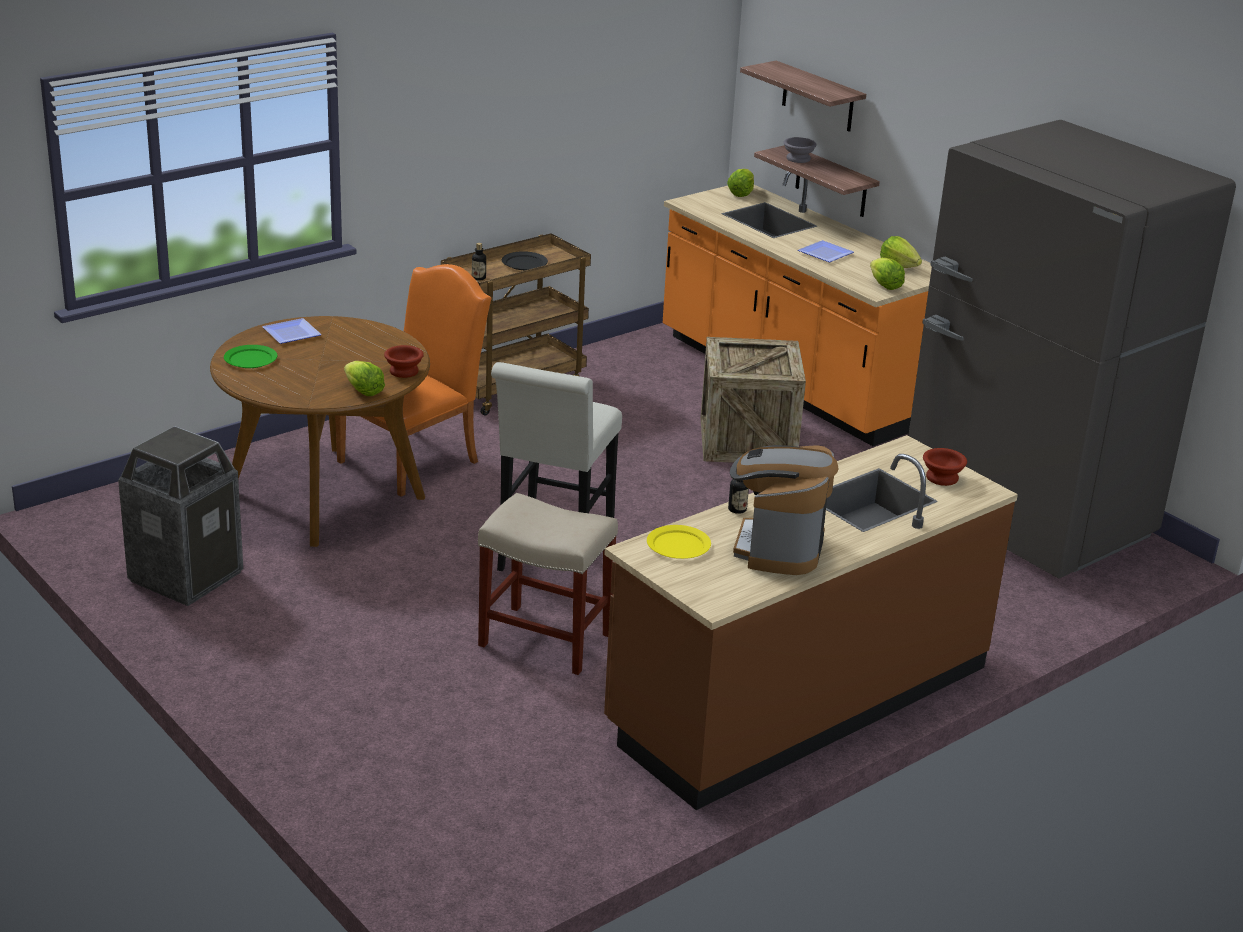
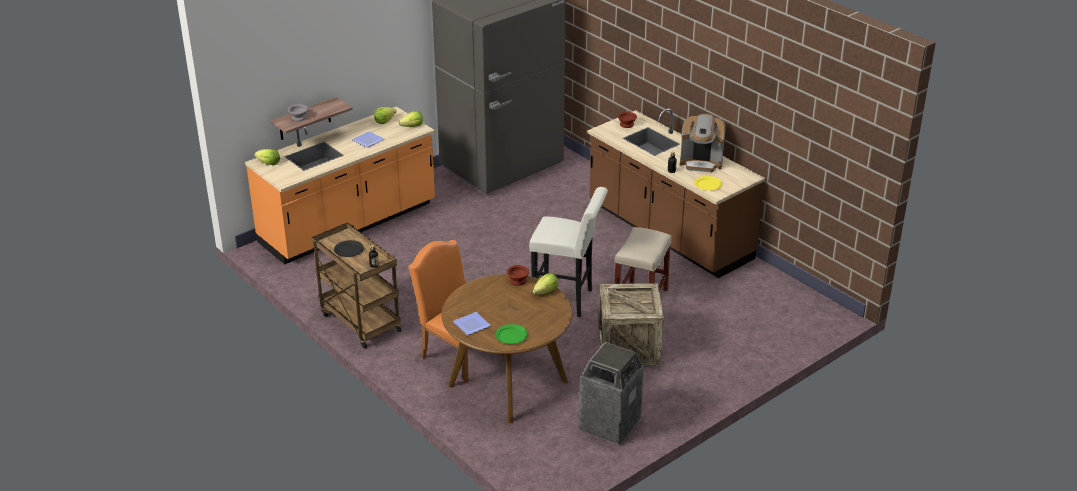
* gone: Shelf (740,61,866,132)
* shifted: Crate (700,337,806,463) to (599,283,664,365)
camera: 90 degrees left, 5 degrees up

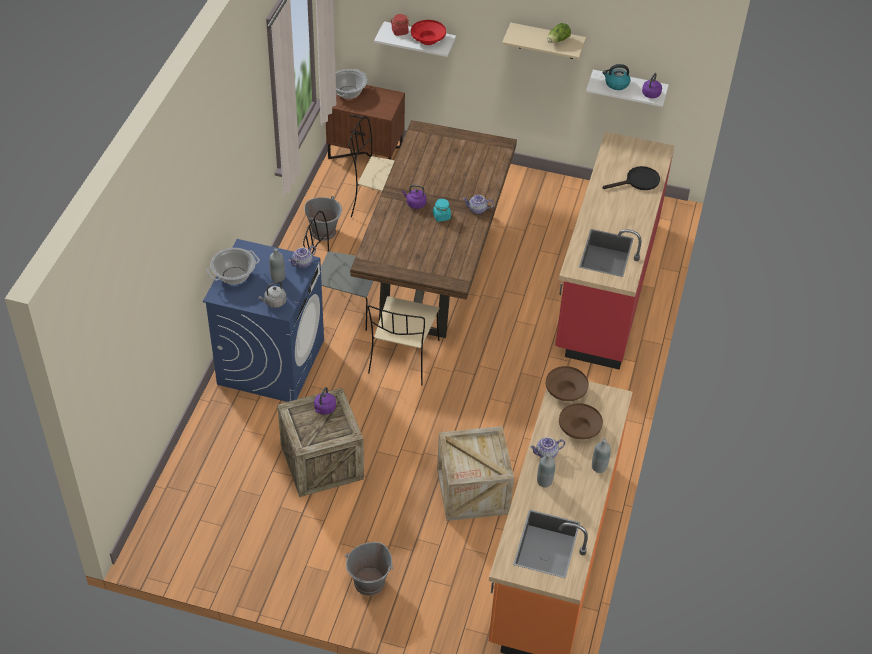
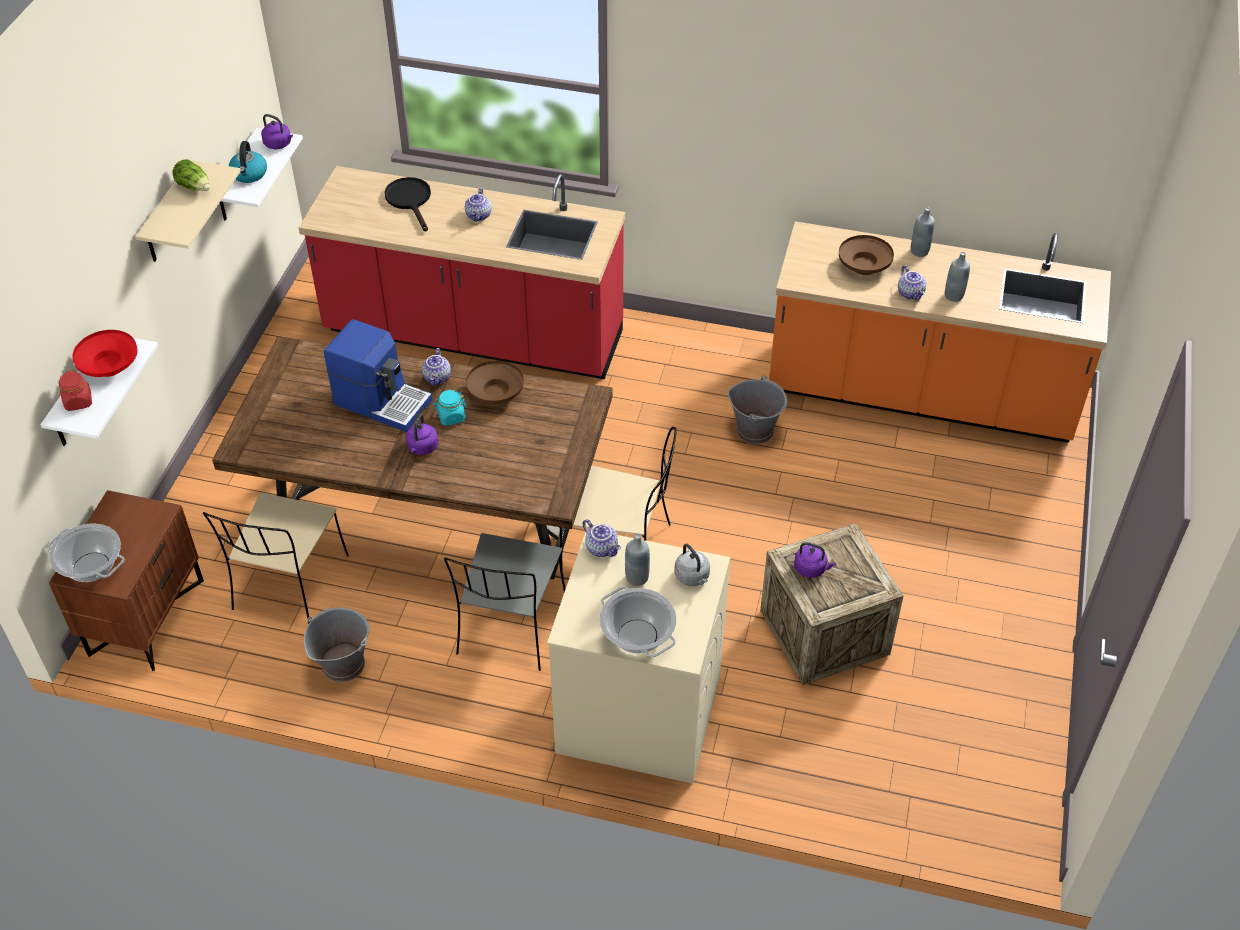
* gone: Crate (437,426,514,521)
* new: CoffeeMachine (324,319,432,432)
* new: Teapot (465,188,491,222)
* shifted: GreyBucket (345,542,393,596) to (728,375,787,444)
* shifted: BrownBowl (546,366,589,401) to (466,361,524,404)
* repainted: BlueWashingMachine (203,239,324,402) to BeigeWashingMachine (547,529,730,784)
camera: 90 degrees left, 0 degrees up

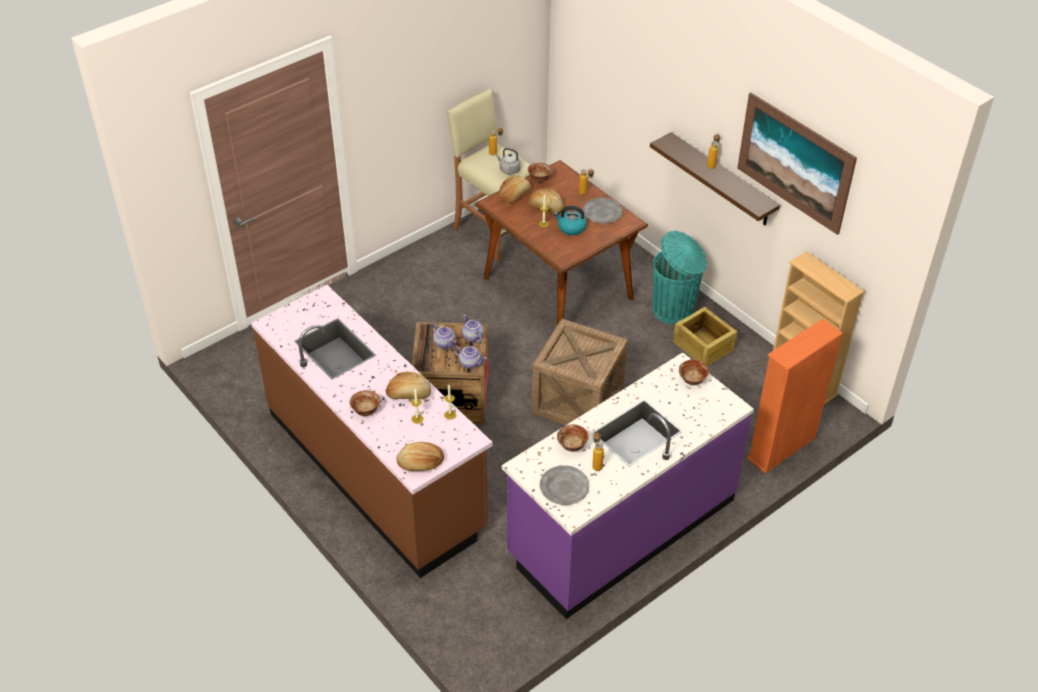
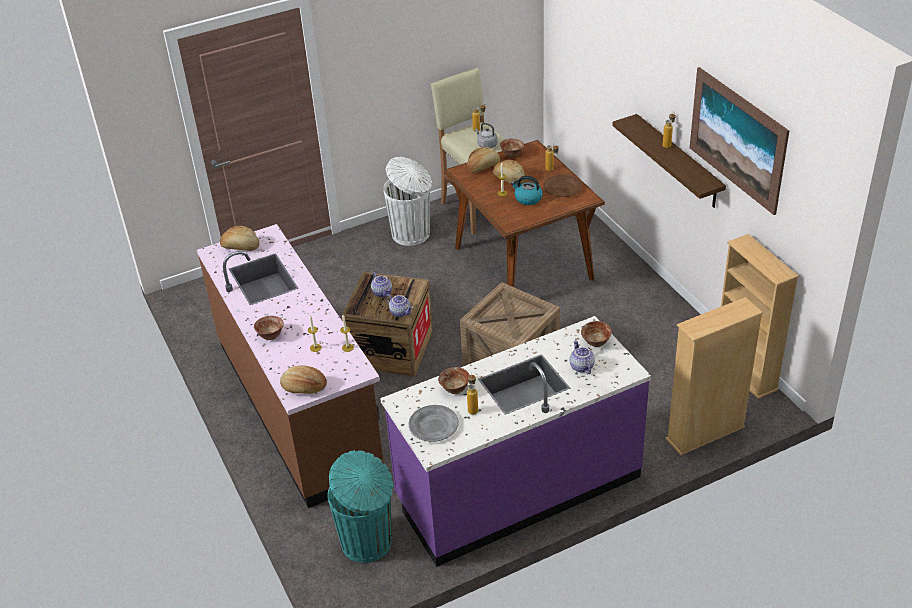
* gone: Crate (672,307,737,366)
* new: WhiteTrashCan (383,157,432,246)
* shifted: Bread (386,372,431,399) to (220,226,259,251)
* shifted: Teapot (462,315,484,343) to (570,340,595,374)
* shifted: TurquoiseTrashCan (653,231,707,325) to (327,450,393,563)
* repainted: GreyPlate (583,198,622,223) to BrownPlate (543,174,582,197)
* repainted: OrangeBookcase (747,319,843,473) to BeigeBookcase (666,297,763,455)
camera: 15 degrees right, 5 degrees down

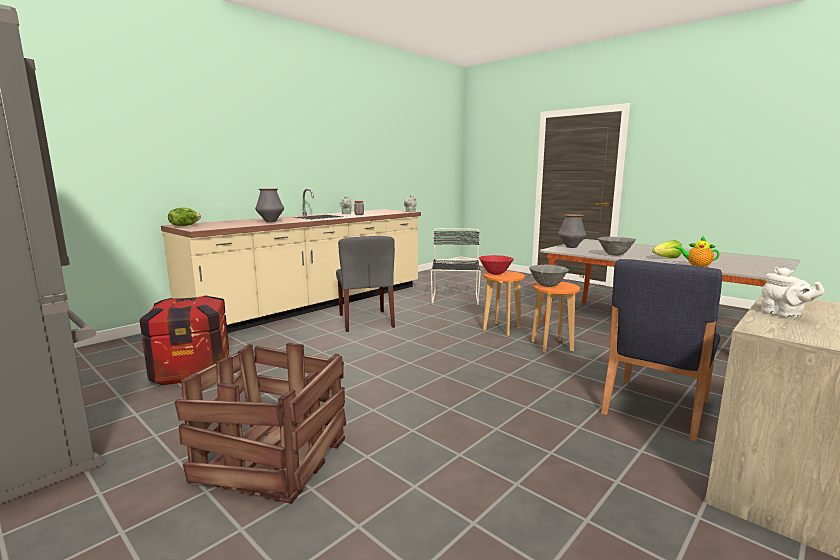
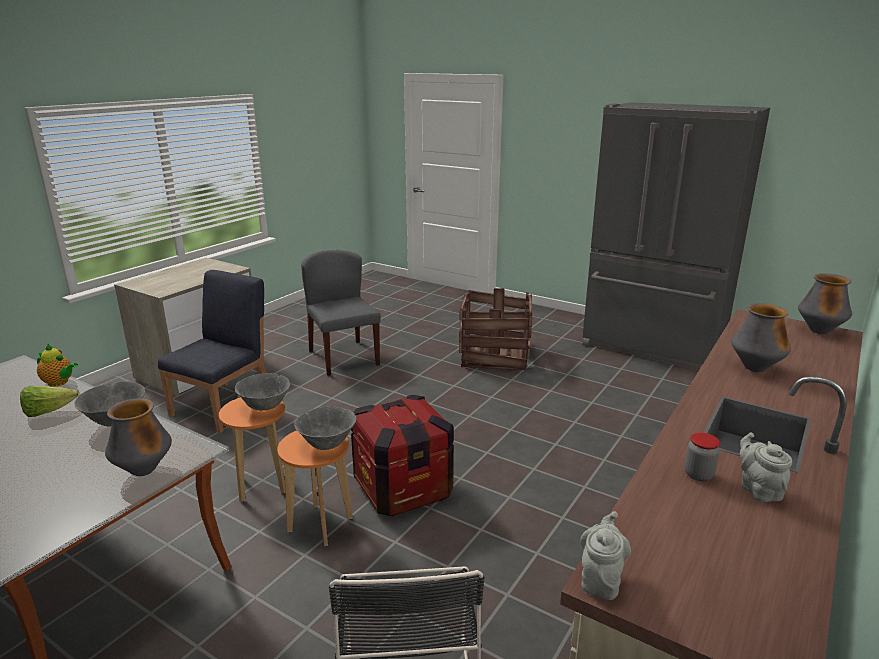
* gone: WhiteTeapot (761,267,825,318)
* shifted: Crate (140,295,229,385) to (351,395,454,516)
* shifted: GreyChair (336,236,395,332) to (301,250,381,376)
* swapped: Lettuce (168,208,201,226) to Vase (798,273,852,334)
* repainted: RedBowl (479,255,514,275) to GreyBowl (294,406,356,450)
camera: 170 degrees right, 10 degrees up

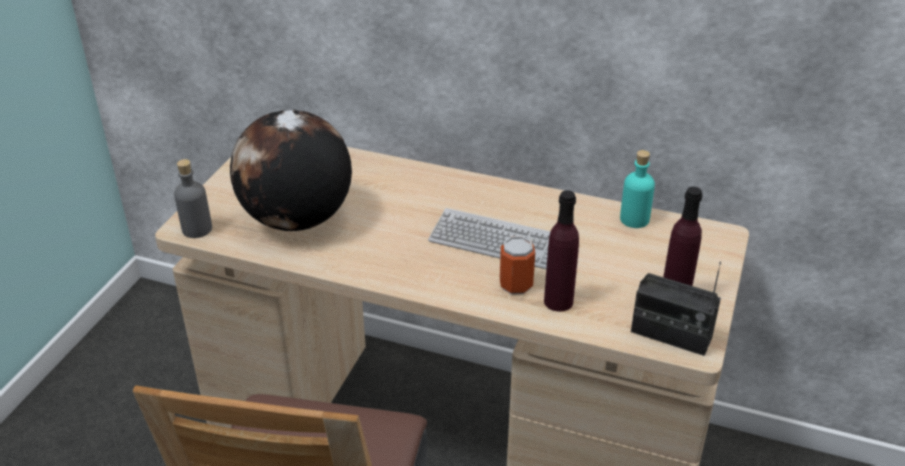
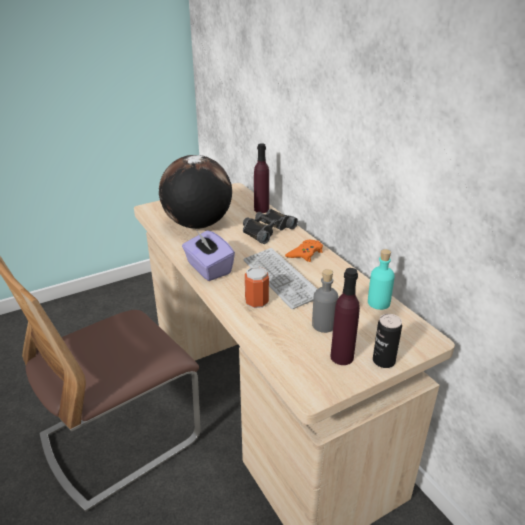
* gone: Radio (631,262,721,356)
* new: PurpleTissueBox (182,230,235,281)
* new: BlackBinoculars (243,209,298,244)
* new: OrangeGameController (285,240,323,262)
* new: Can (373,314,402,368)
* shifted: GreyBottle (174,159,212,238) to (312,269,338,333)
* shifted: PurpleBottle (544,190,579,312) to (254,143,269,213)
camera: 40 degrees right, 5 degrees down

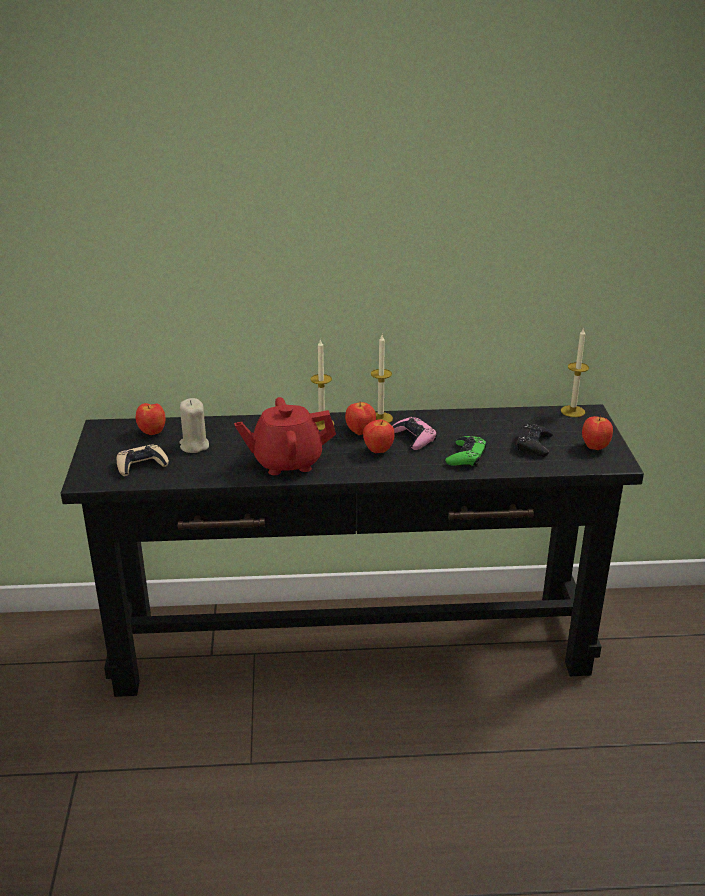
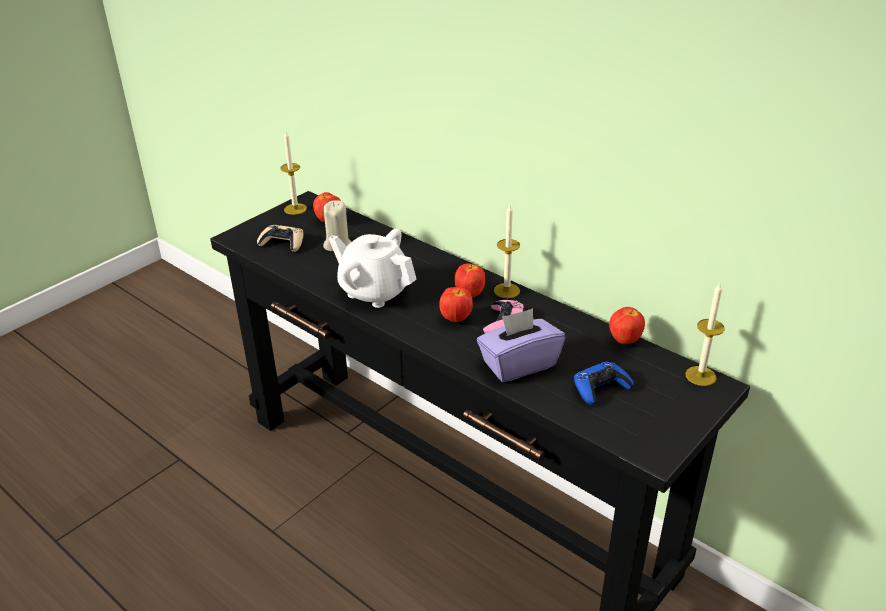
* shifted: Candle (310,339,334,430) to (280,131,307,215)
* shifted: Apple (582,416,613,450) to (609,307,645,344)
* swapped: GreenGameController (445,436,487,467) to PurpleTissueBox (477,308,565,382)
* repainted: RedTeapot (234,397,336,475) to WhiteTeapot (329,229,417,308)
* repainted: BlackGameController (517,423,553,457) to BlueGameController (574,362,634,405)
camera: 45 degrees right, 5 degrees up

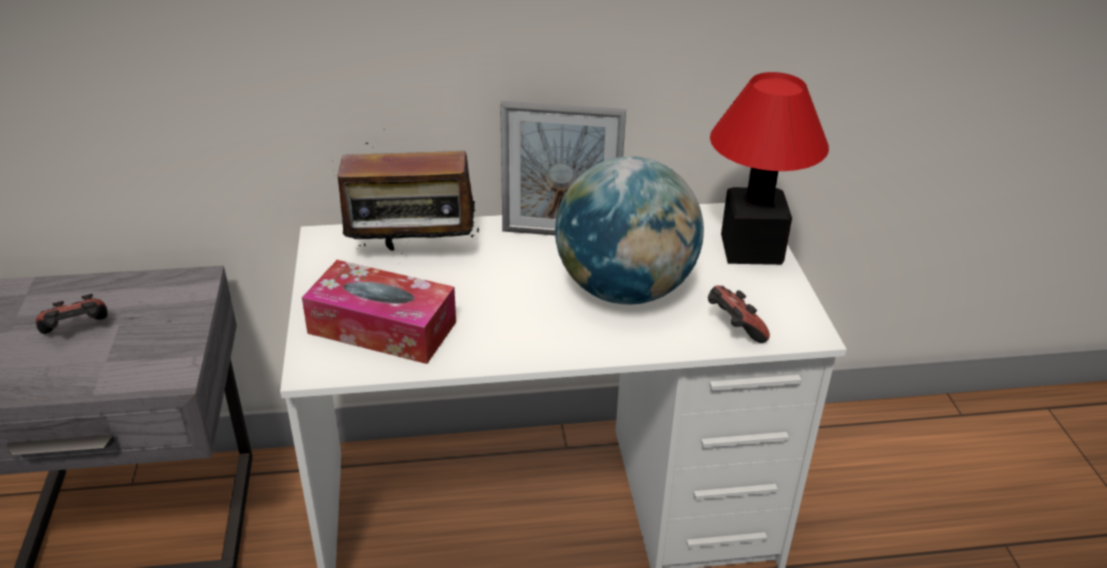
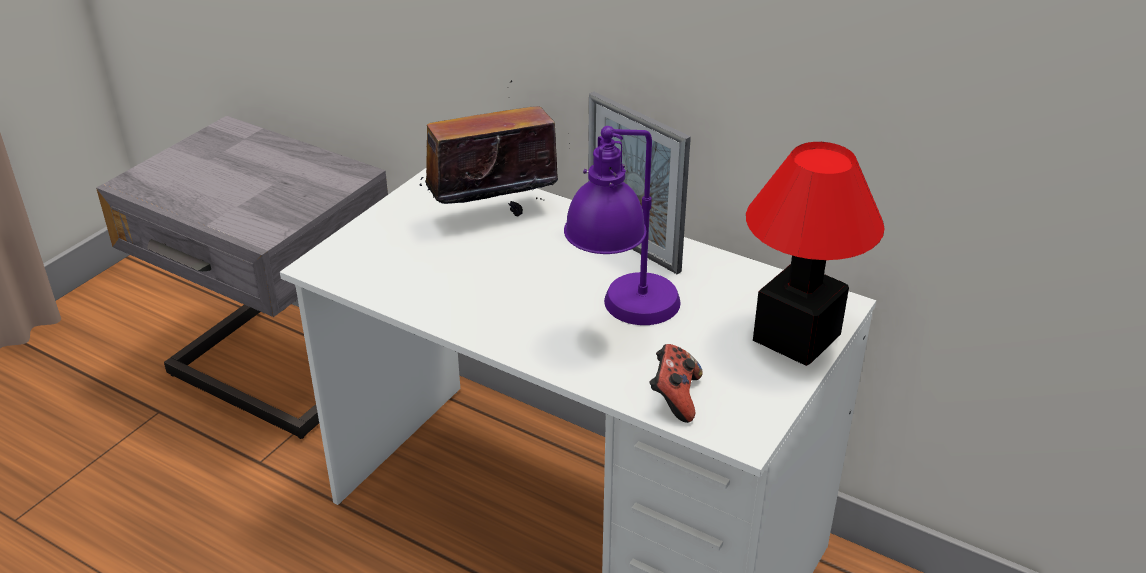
* gone: GameController (36,294,108,334)
* gone: TissueBox (302,260,456,364)
* swapped: Globe (555,156,704,305) to PurpleTableLamp (564,126,681,325)
* rotated: Radio (337,143,480,251) = (419,80,558,216) 120 degrees clockwise
camera: 40 degrees right, 0 degrees up

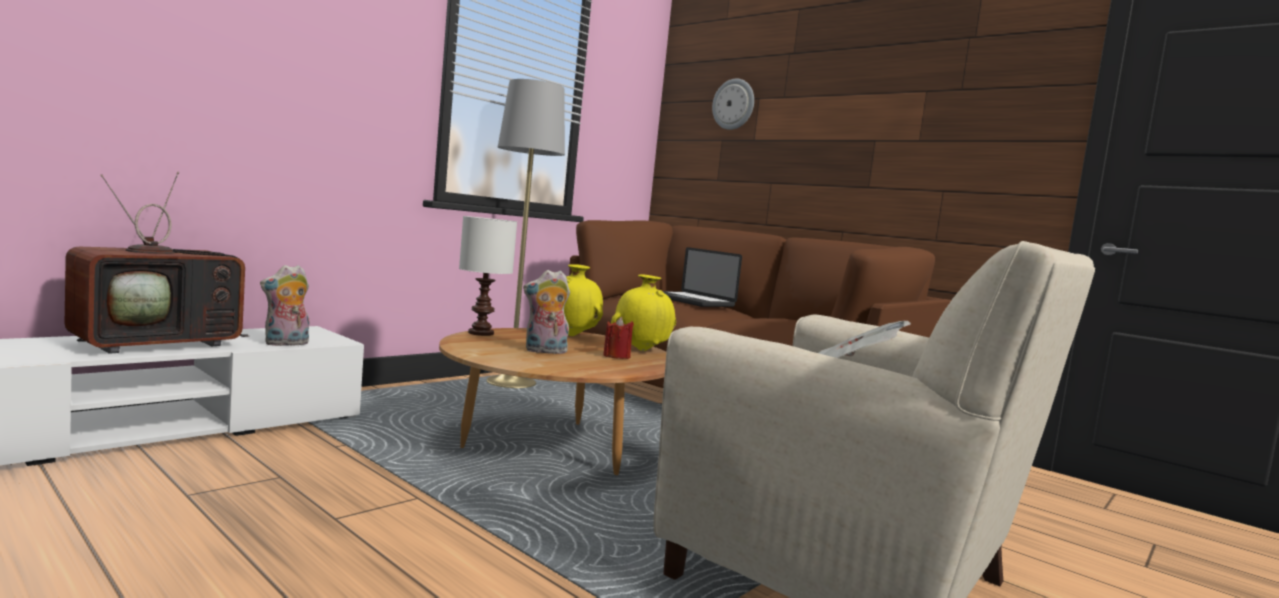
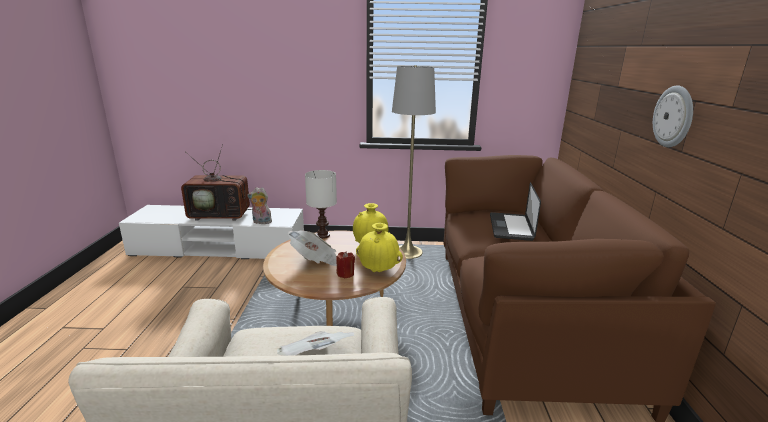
* shifted: WallClock (712,78,754,130) to (653,85,693,147)
* swapped: PlushToy (523,270,570,354) to Newspaper (288,230,337,266)
camera: 50 degrees right, 15 degrees up

